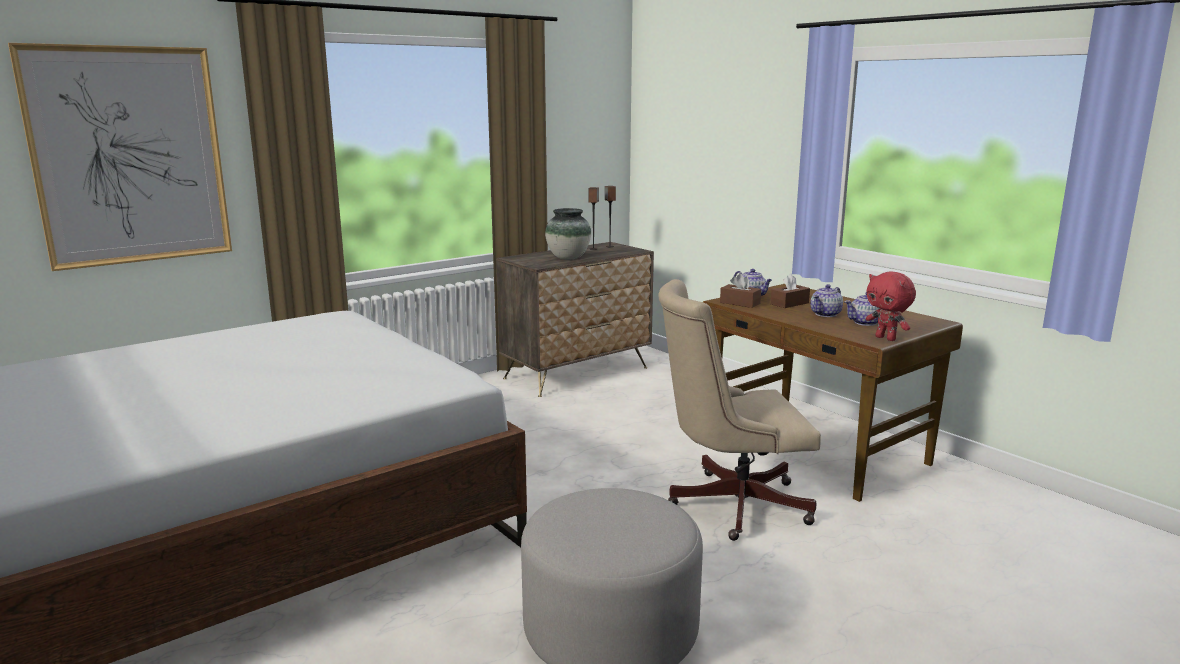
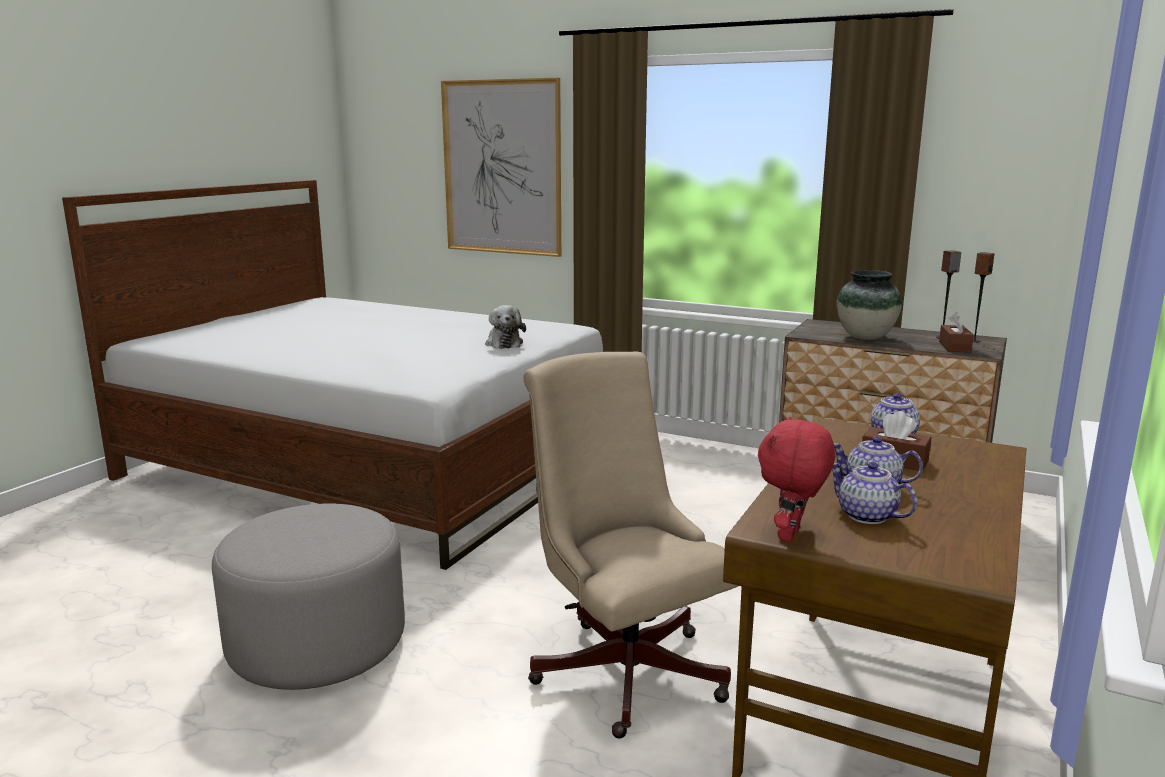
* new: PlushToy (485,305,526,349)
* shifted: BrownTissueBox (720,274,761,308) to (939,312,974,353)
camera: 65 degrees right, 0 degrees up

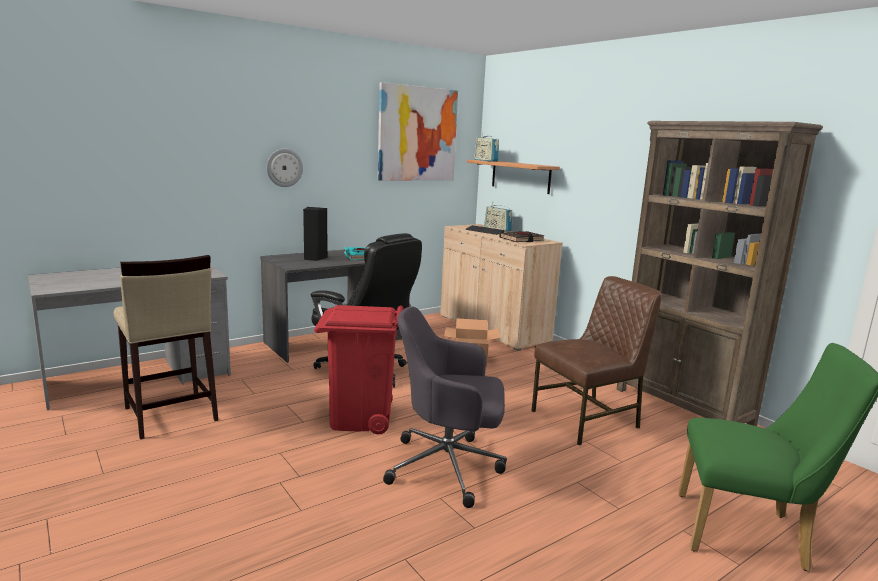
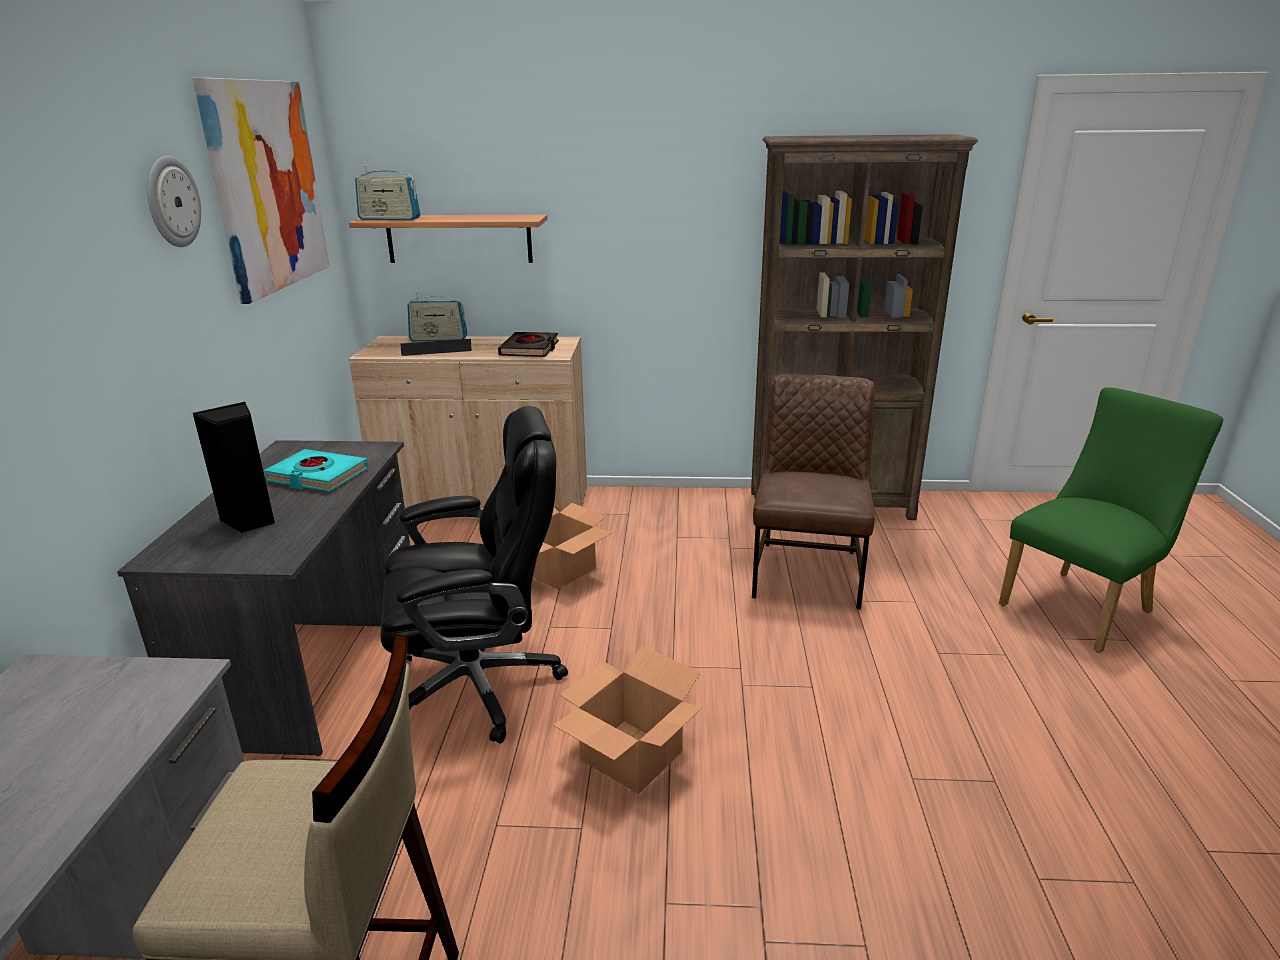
* gone: GreyOfficeChair (383,306,507,508)
* shifted: WallClock (267,149,303,187) to (147,156,201,247)
* swapped: RedTrashCan (314,305,404,435) to CardboardBox (553,646,703,794)
camera: 50 degrees left, 10 degrees up

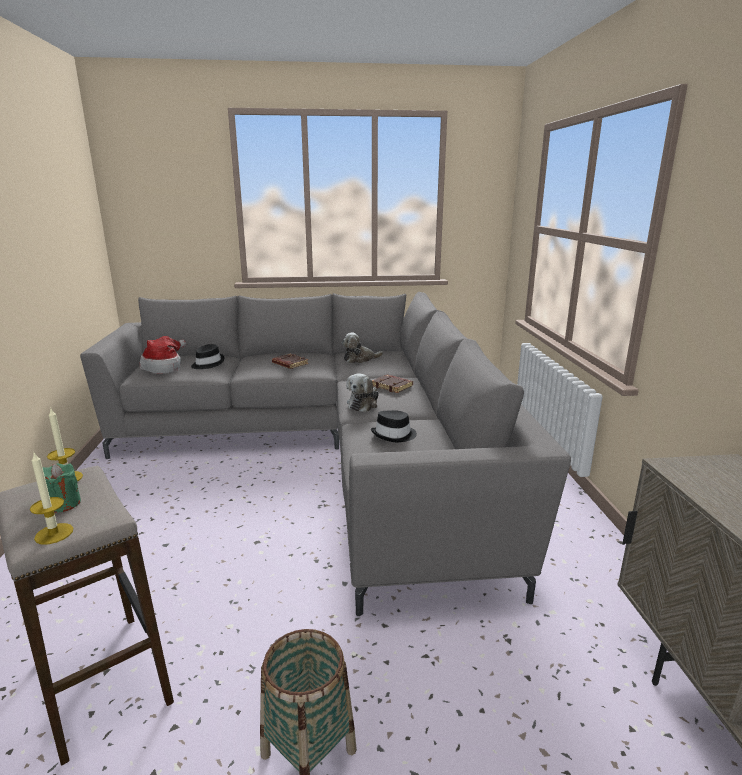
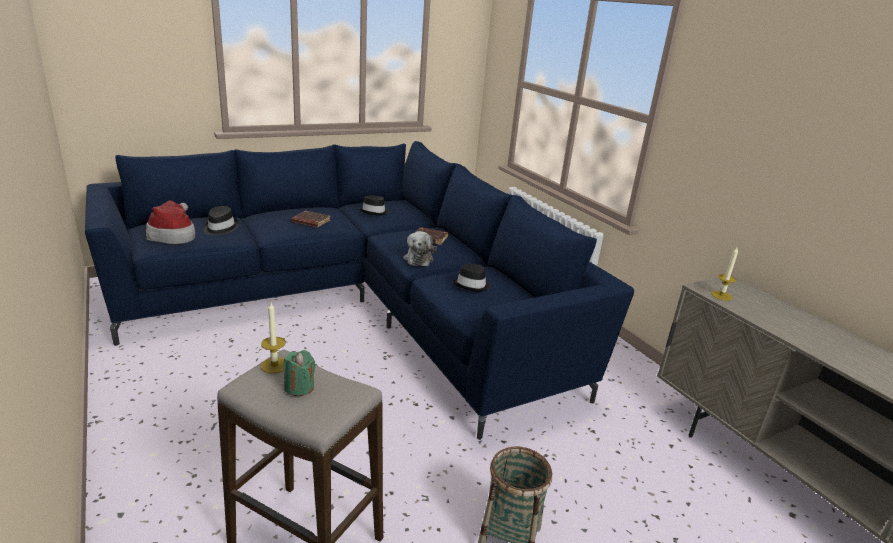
* shifted: Candle (30,453,73,544) to (711,246,738,301)
* swapped: PlushToy (342,332,383,363) to BlackHat (359,196,389,216)
* repainted: GreySofa (80,292,571,616) to BlueSofa (85,141,634,440)
camera: 25 degrees left, 5 degrees up

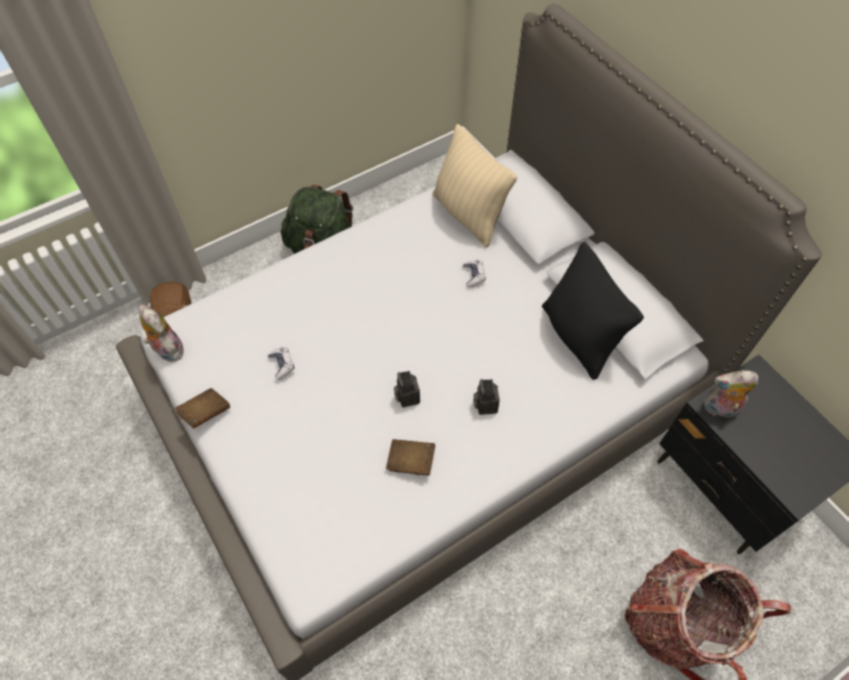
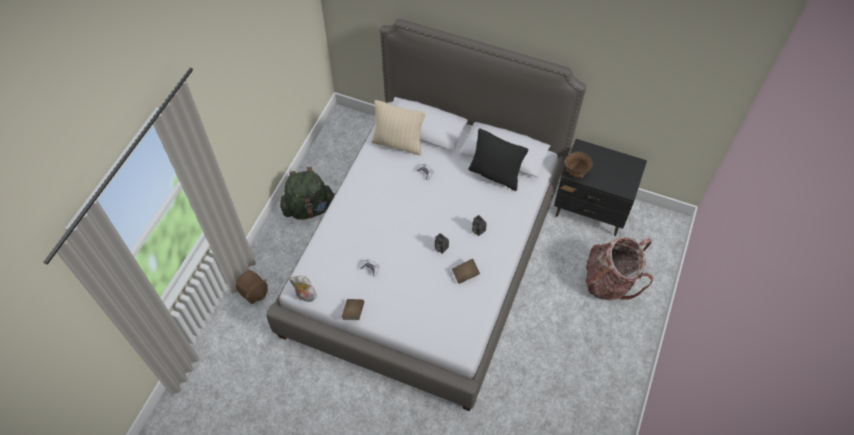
* swapped: PlushToy (704,370,759,418) to BrownBowl (565,151,593,178)
camera: 35 degrees left, 0 degrees up

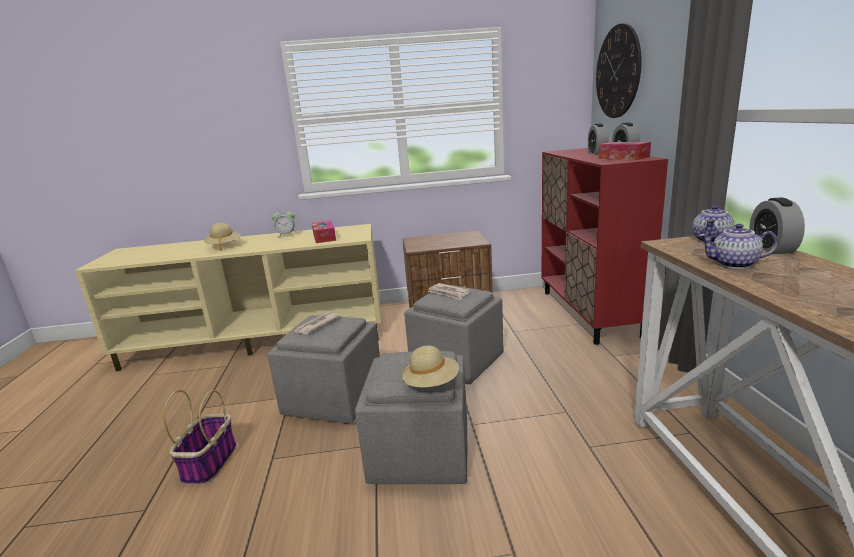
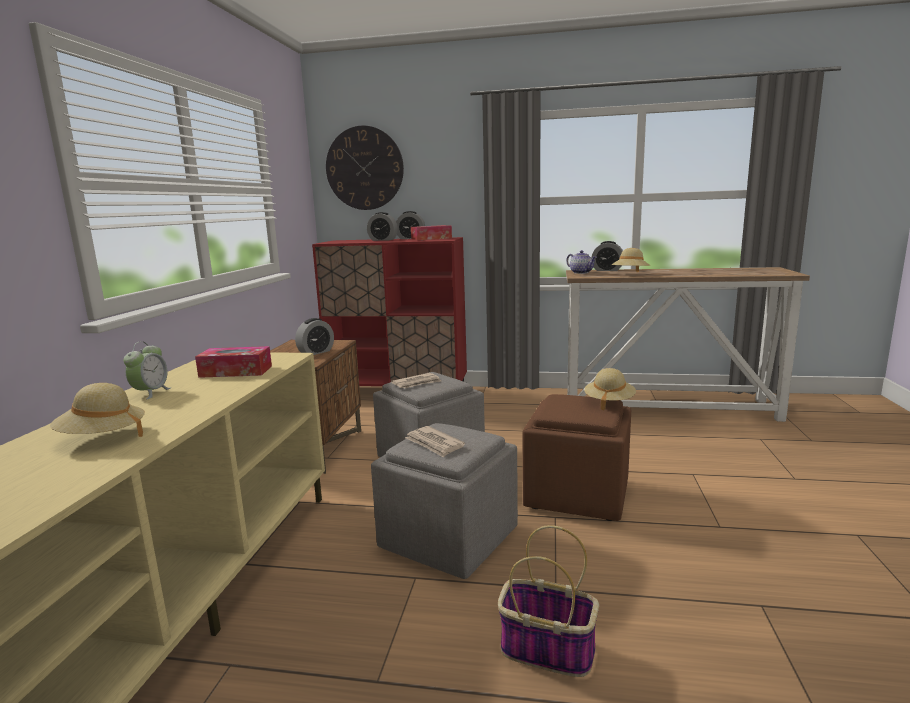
* new: AlarmClock (295,318,334,355)
* swapped: Teapot (699,224,778,269) to BeigeHat (611,248,650,272)
* repainted: GreyOttoman (355,351,467,484) to BrownOttoman (522,394,631,521)
camera: 75 degrees left, 5 degrees down

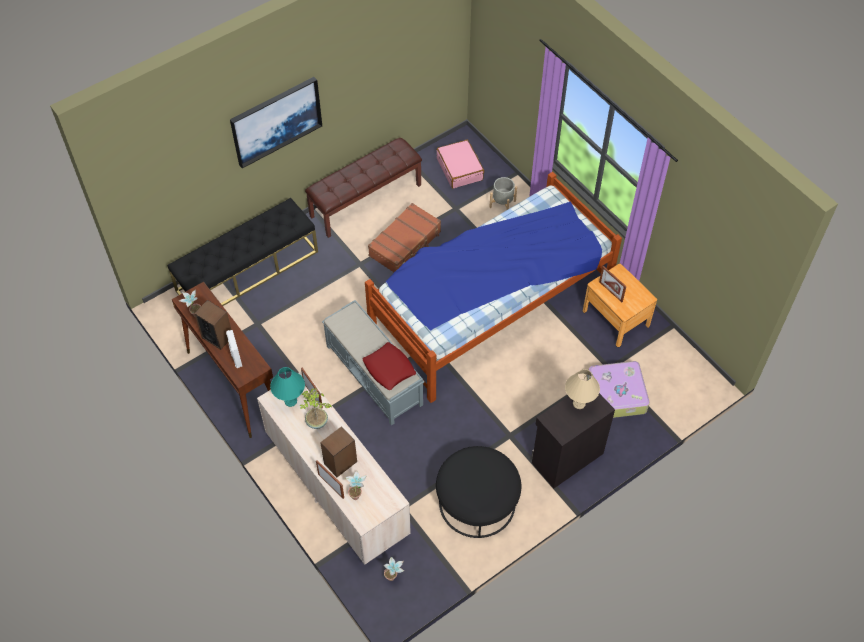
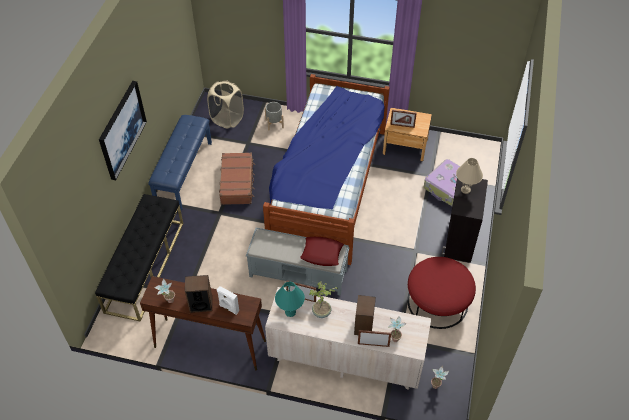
* swapped: PinkSuitcase (436,140,484,189) to BeigeLaundryBasket (207,80,244,129)
* repainted: BrownBench (305,138,422,238) to BlueBench (148,115,212,211)
* repainted: BlackOttoman (436,446,521,538) to RedOttoman (407,257,476,329)
camera: 40 degrees left, 5 degrees down

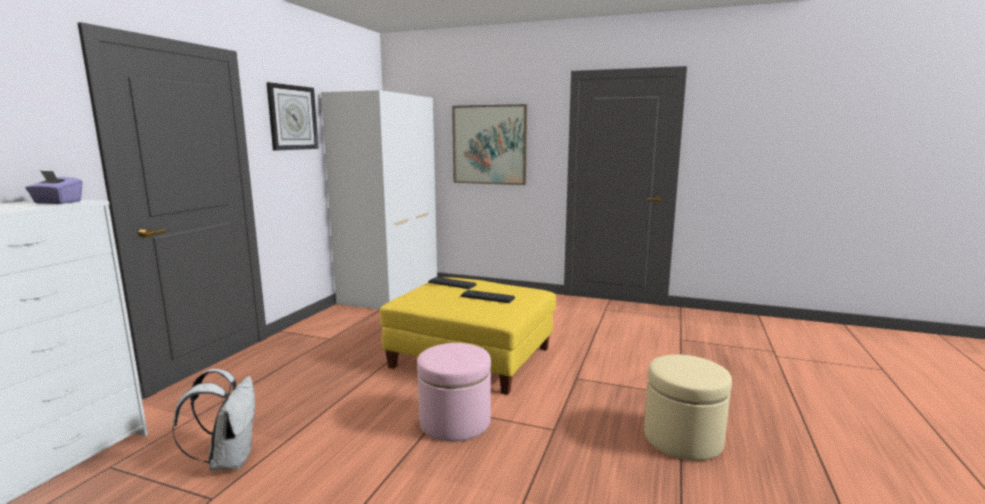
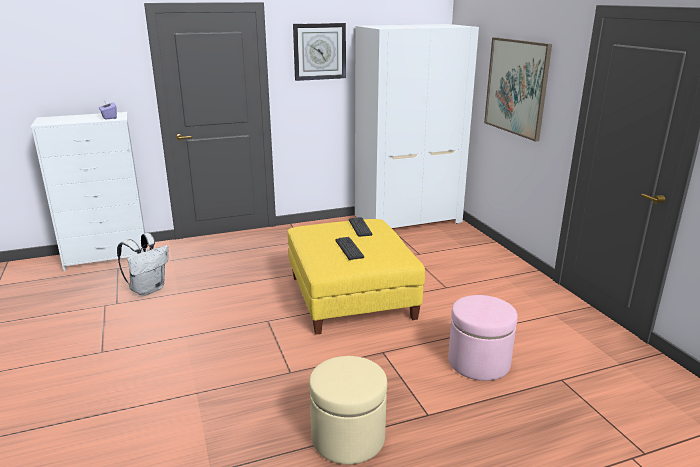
* shifted: PinkOttoman (417,343,491,442) to (448,295,518,381)
camera: 50 degrees right, 10 degrees up

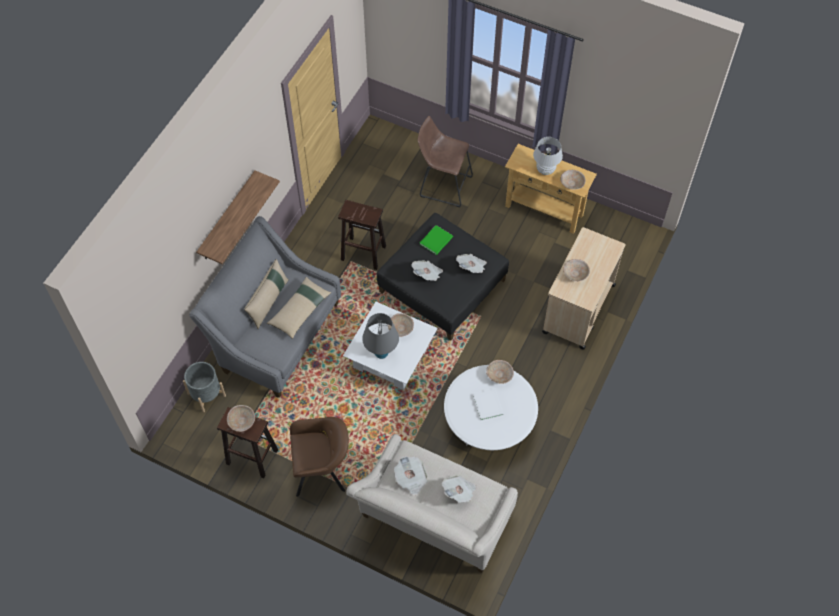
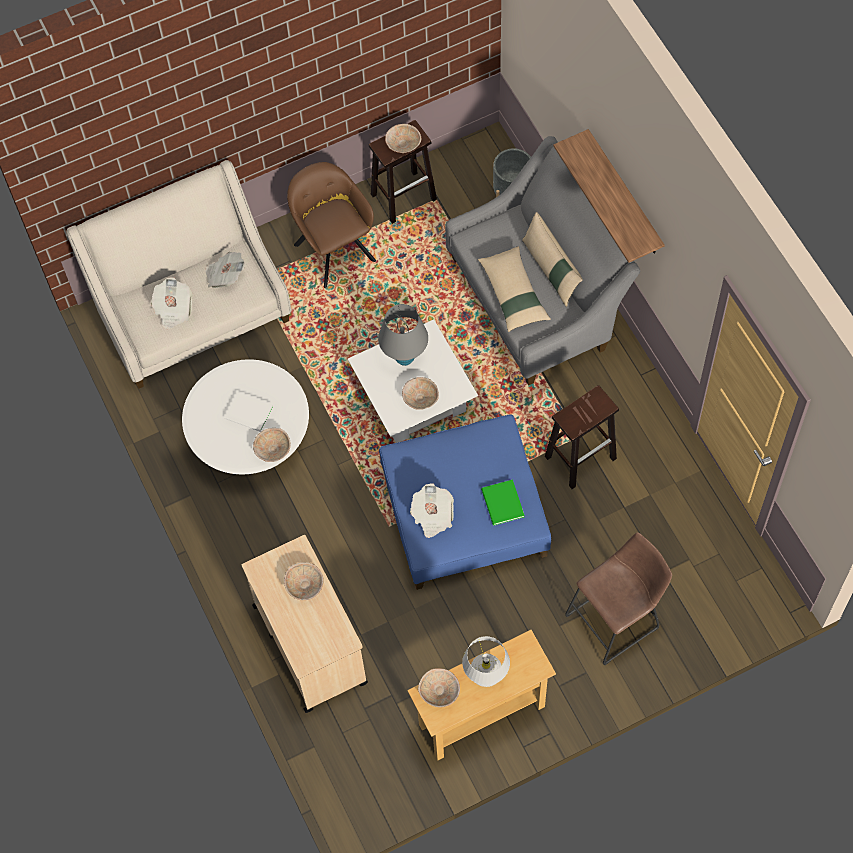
* gone: Newspaper (411,261,443,281)
* repainted: BlackOttoman (377,213,509,341) to BlueOttoman (379,414,551,590)
* rotated: BrownArmchair (290,417,349,497) = (287,162,376,288) 120 degrees clockwise
camera: 130 degrees right, 5 degrees up

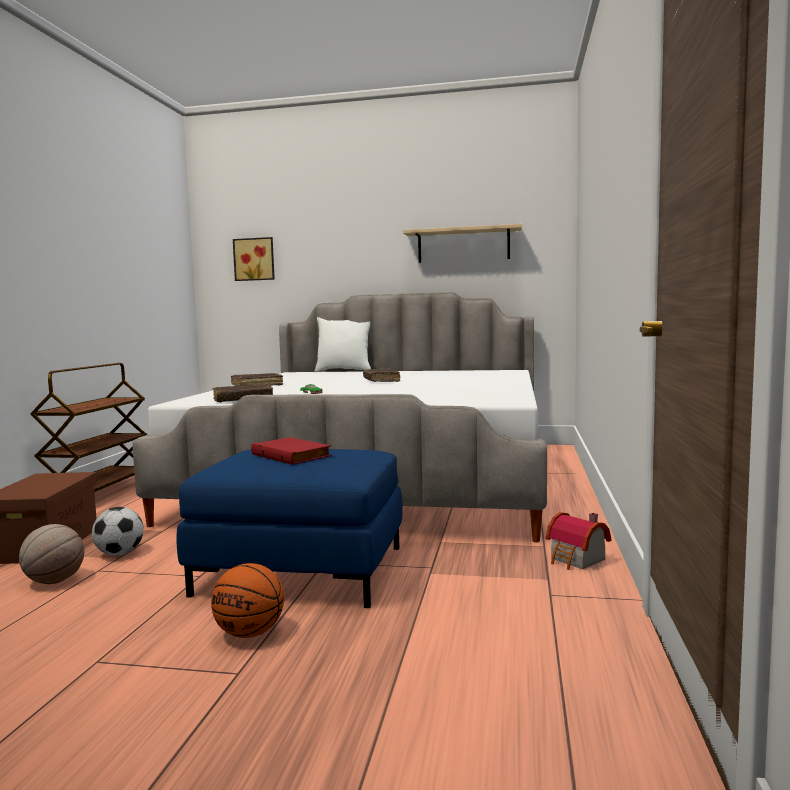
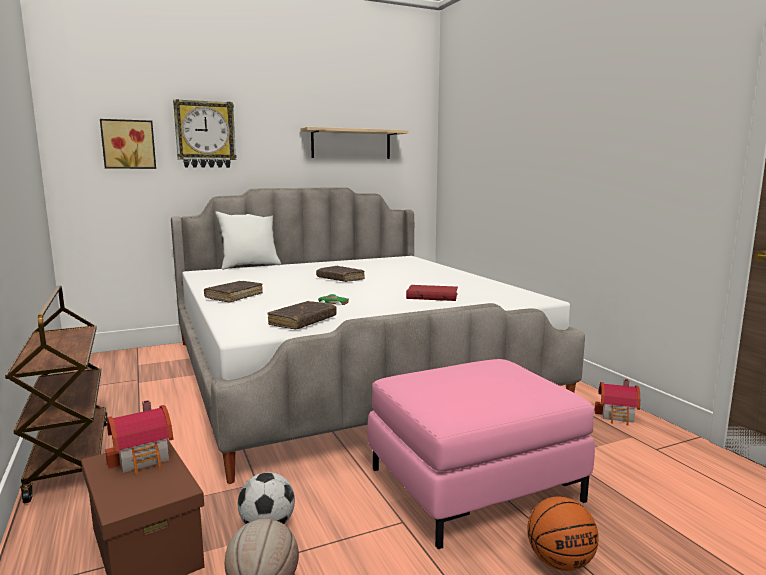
* new: ToyHouse (105,400,174,476)
* new: WallClock (173,99,237,168)
* shifted: RedBook (251,437,331,465) to (406,285,458,301)
* repainted: BlueOttoman (176,449,403,608) to PinkOttoman (367,359,595,549)
camera: 35 degrees left, 5 degrees up

